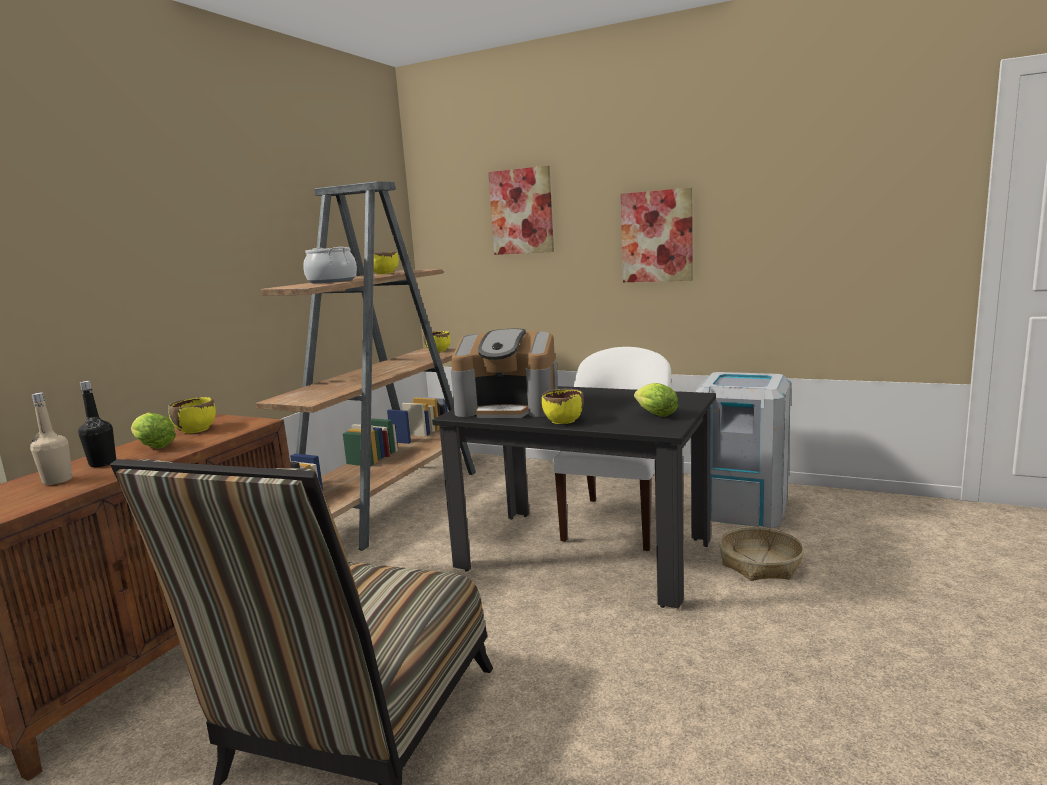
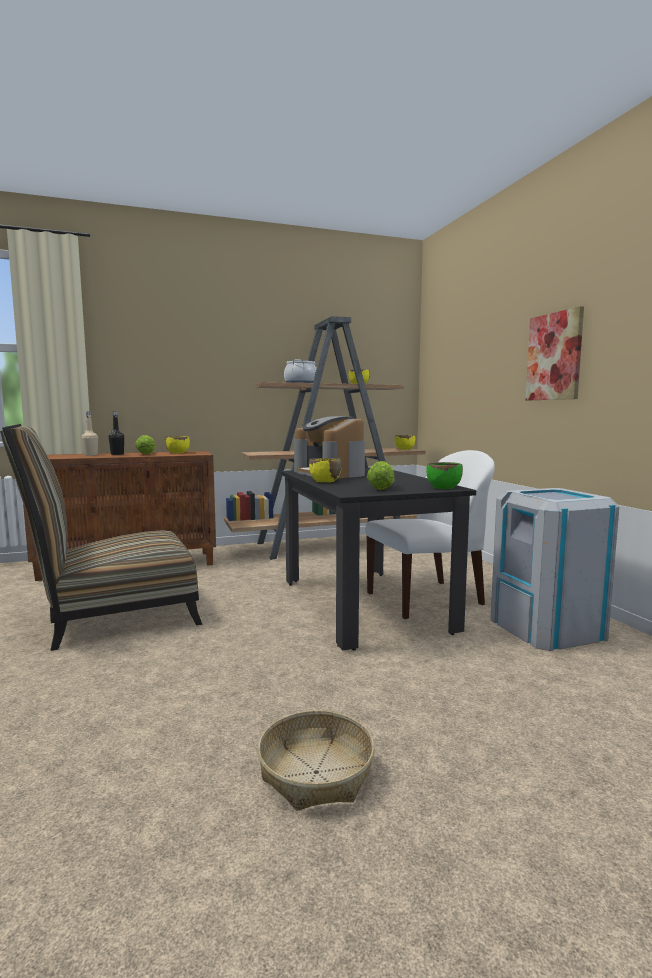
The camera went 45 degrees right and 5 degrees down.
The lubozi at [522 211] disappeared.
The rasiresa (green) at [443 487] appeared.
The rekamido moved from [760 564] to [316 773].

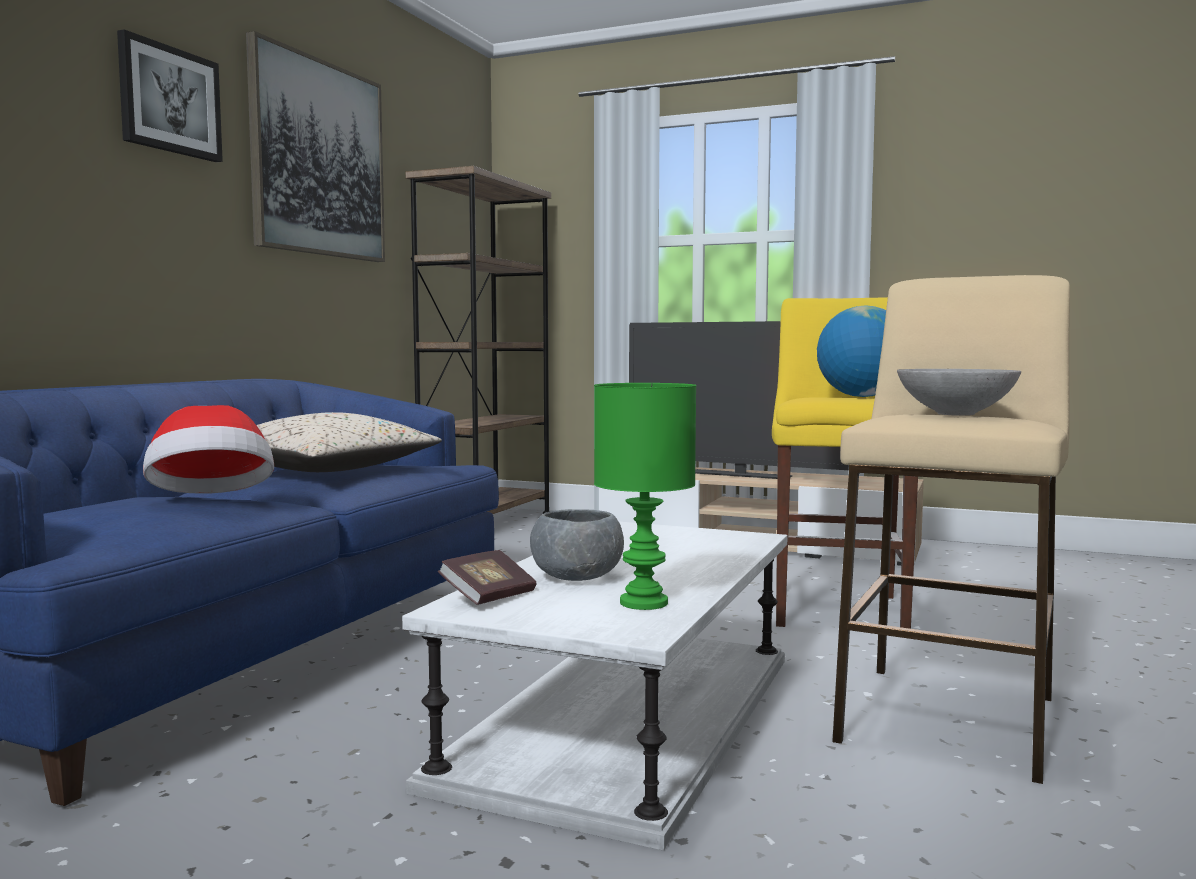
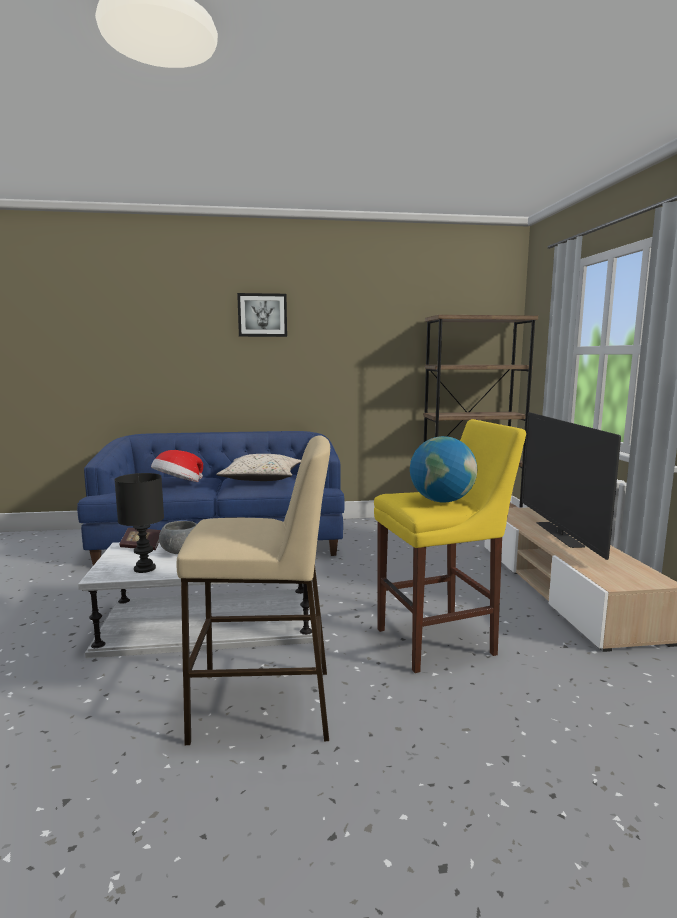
The camera went 60 degrees right and 5 degrees up.
The lubozi at [318 159] disappeared.
The rasiresa (grey) at [955 414] disappeared.
The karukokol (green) at [642 602] became the karukokol (black) at [145 568].

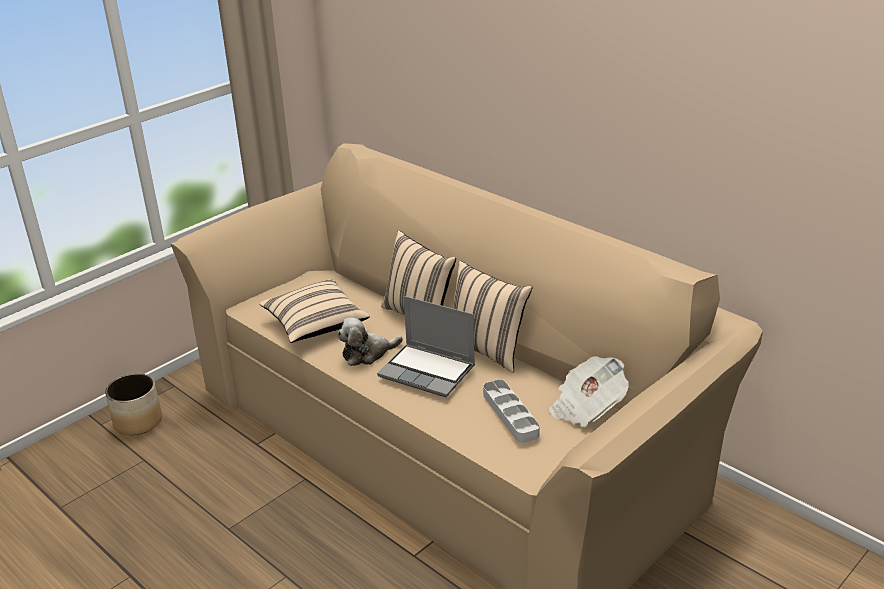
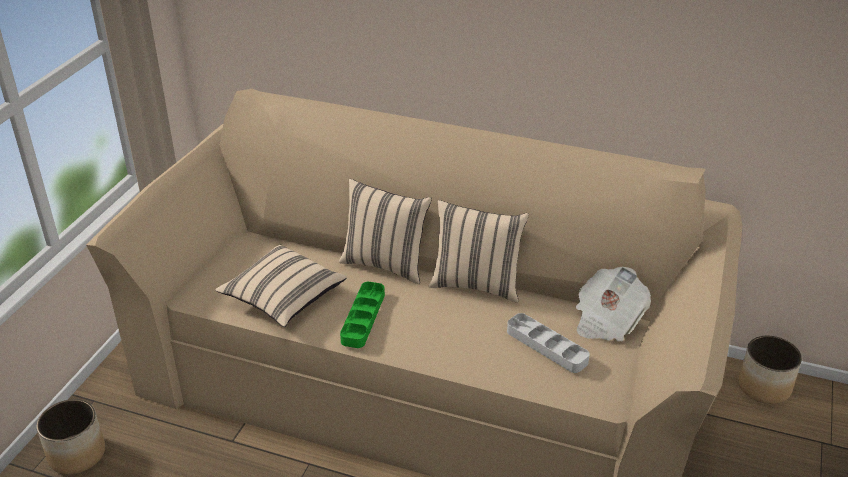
The camera went 25 degrees left and 5 degrees up.
The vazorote at [428 371] disappeared.
The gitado at [764 387] appeared.
The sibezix at [367 353] was replaced by the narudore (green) at [363 318].

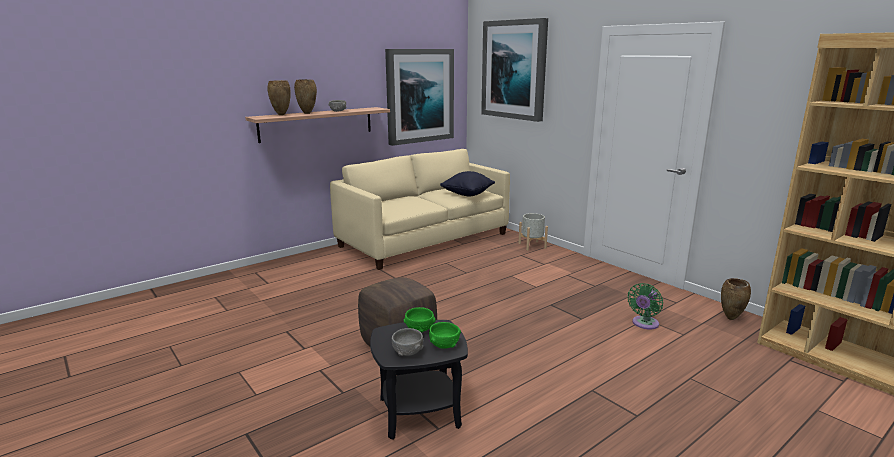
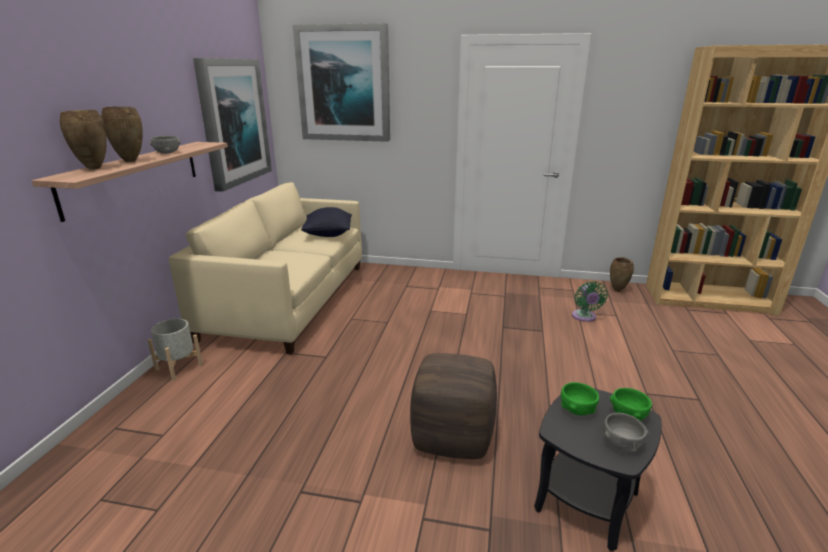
The camera went 40 degrees left and 5 degrees up.
The gitado (grey) moved from [532 245] to [178 367].

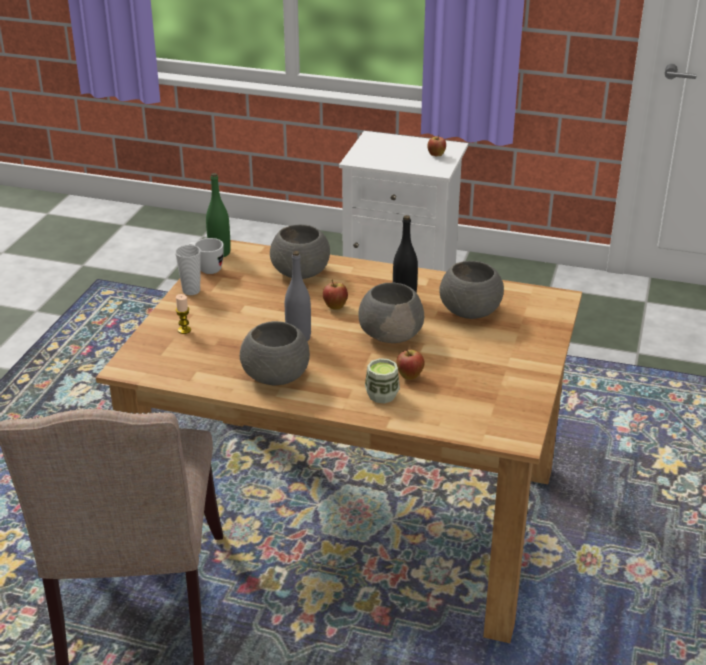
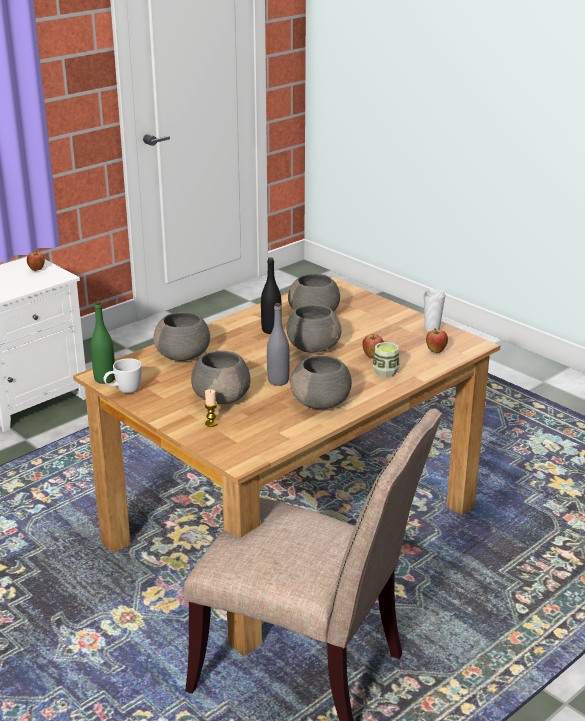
The camera went 60 degrees left and 5 degrees down.
The rasiresa (grey) at [222 397] appeared.
The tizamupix moved from [191 291] to [432 329].
The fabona moved from [335 307] to [436 351].

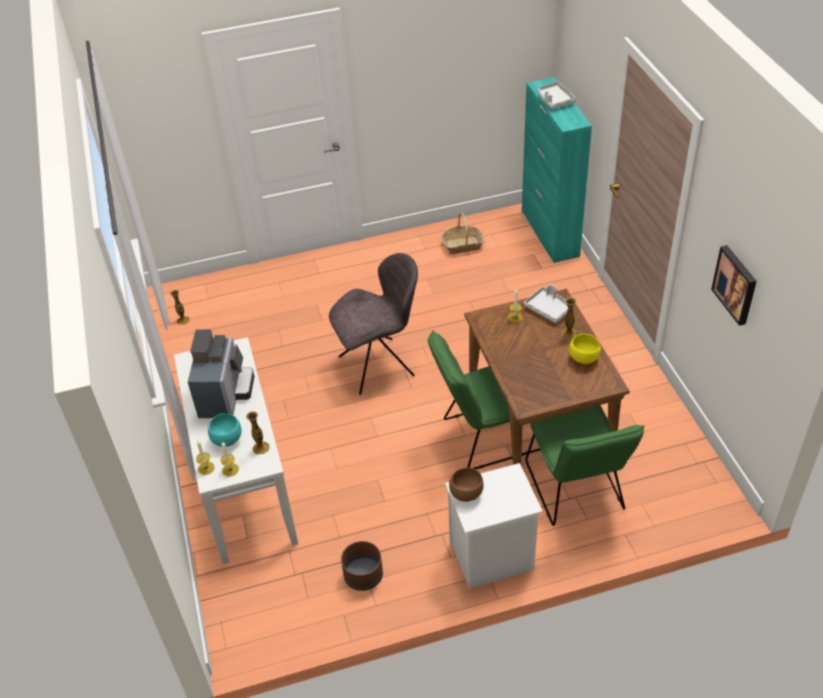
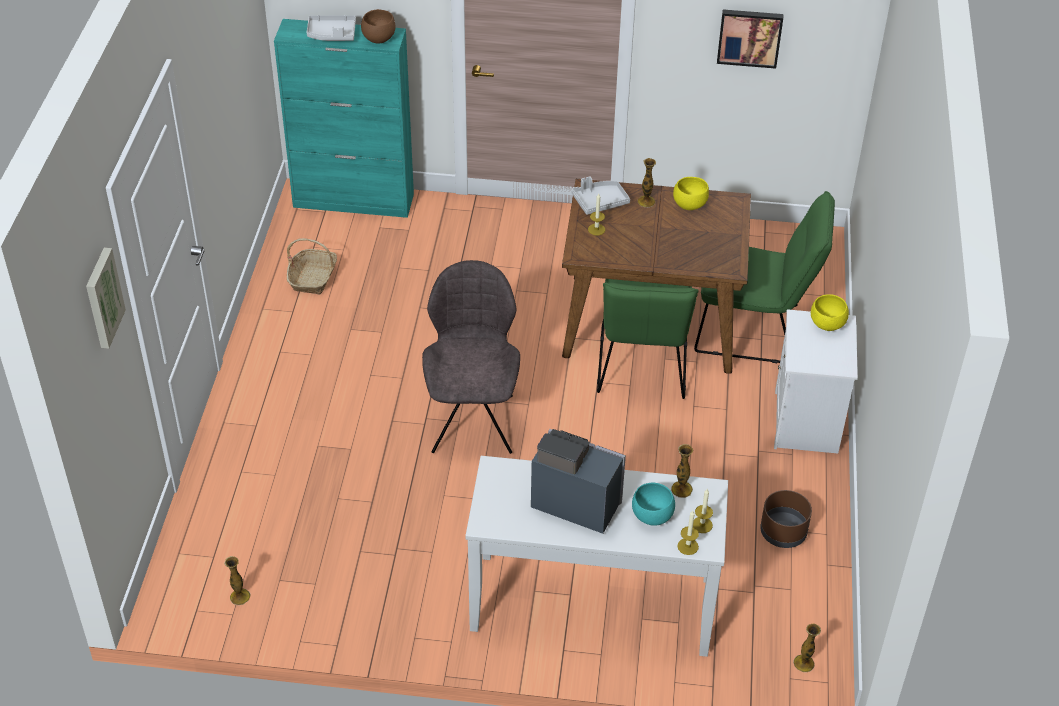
The camera went 70 degrees left and 0 degrees up.
The lubozi at [102 297] appeared.
The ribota at [803 663] appeared.
The rasiresa (yellow) at [828 325] appeared.
The rasiresa (brown) moved from [465 493] to [378 39].

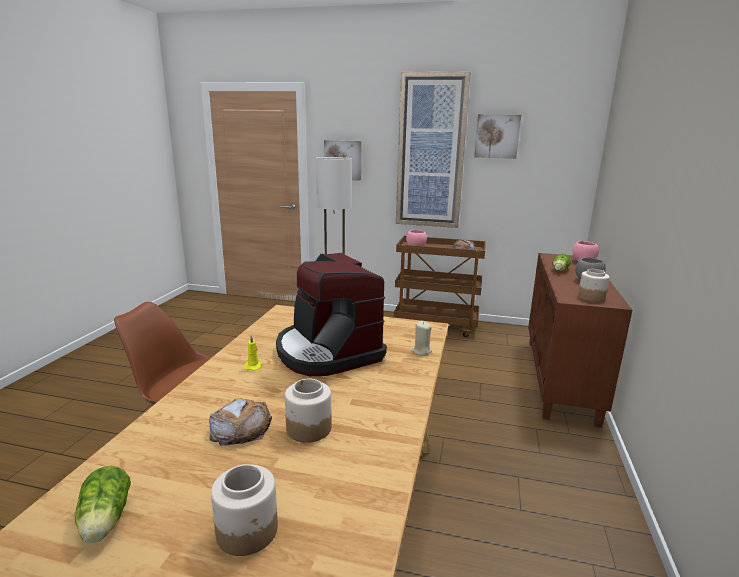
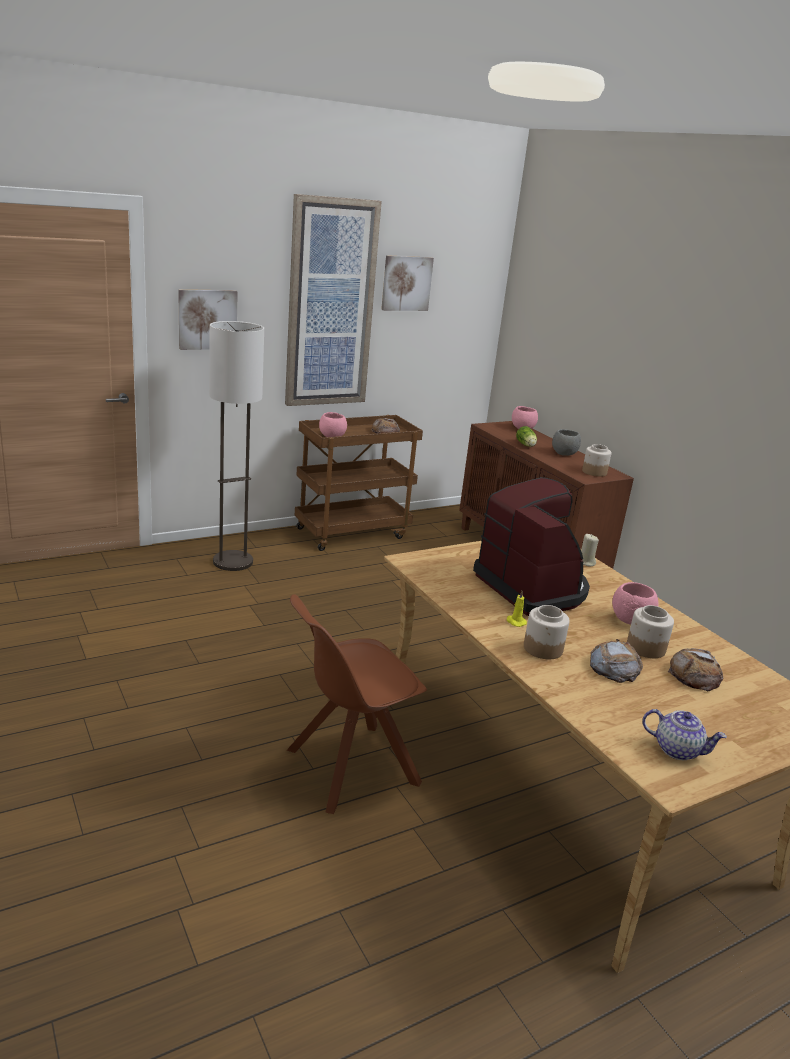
The camera went 45 degrees left and 5 degrees up.
The rasiresa (pink) at [631 620] appeared.
The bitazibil at [695 675] appeared.
The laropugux moved from [248 531] to [543 648].
The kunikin at [104 522] was replaced by the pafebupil at [677 750].
The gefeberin at [327 351] turned 135 degrees counterclockwise.

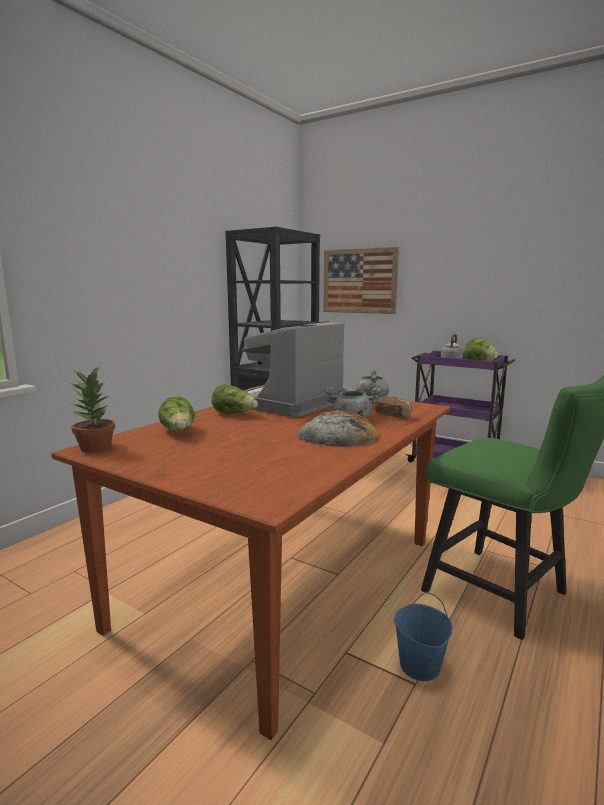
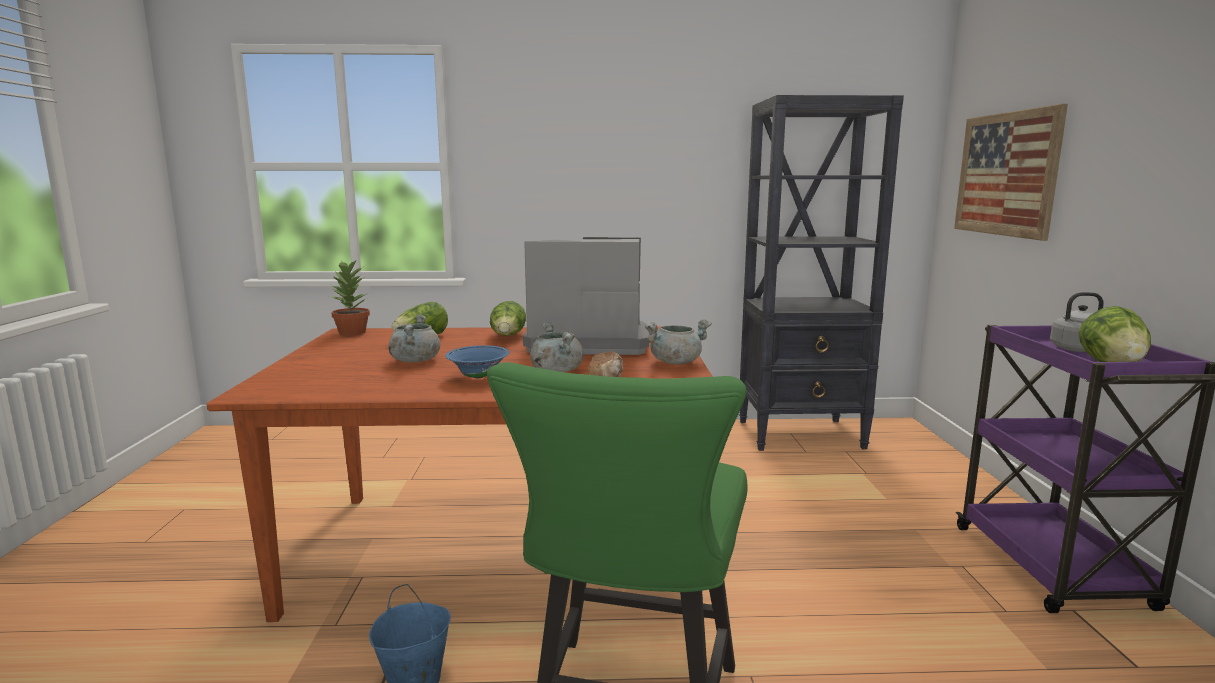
The camera went 55 degrees right and 0 degrees up.
The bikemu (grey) at [415 360] appeared.
The bitazibil at [337 435] was replaced by the rasiresa (blue) at [478 377].

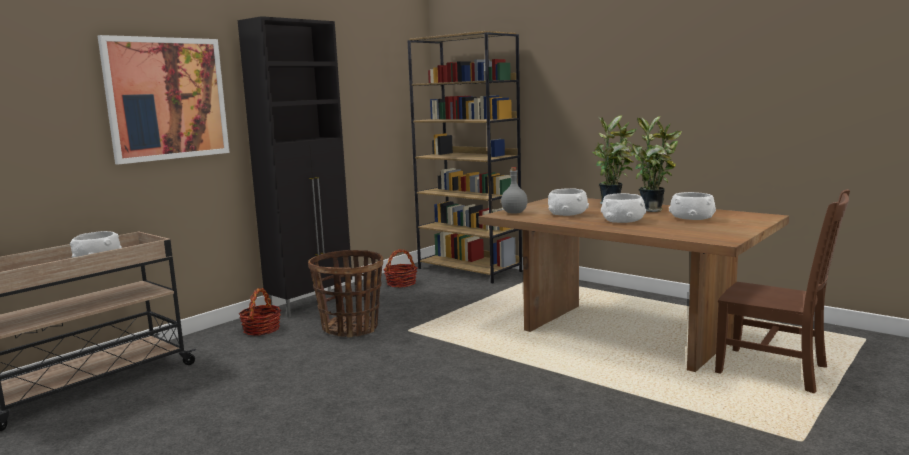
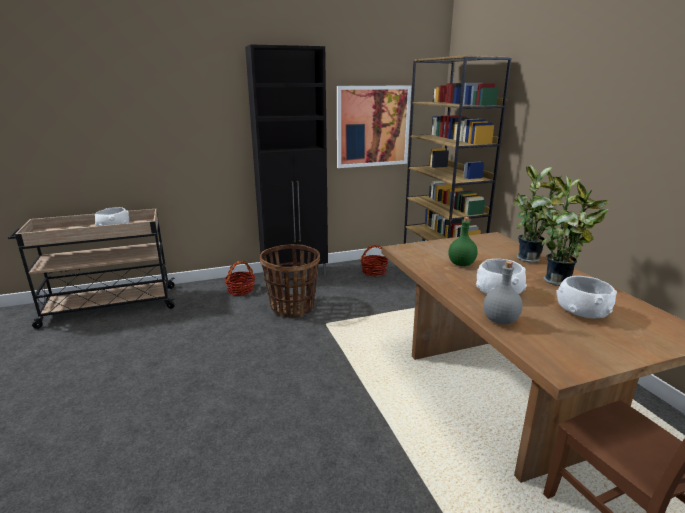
The camera went 30 degrees right and 10 degrees up.
The lubozi moved from [167 98] to [373 126].
The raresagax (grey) moved from [514 213] to [499 320].
The rasiresa (white) at [568 214] was replaced by the raresagax (green) at [462 264].

